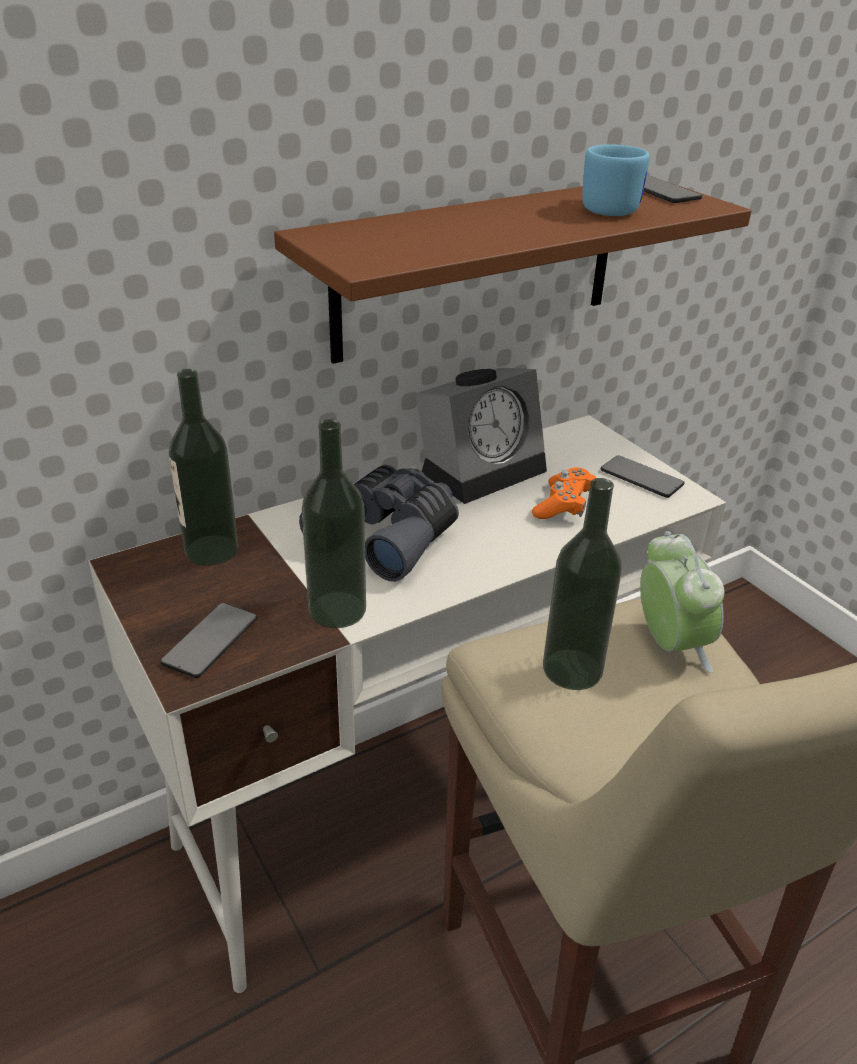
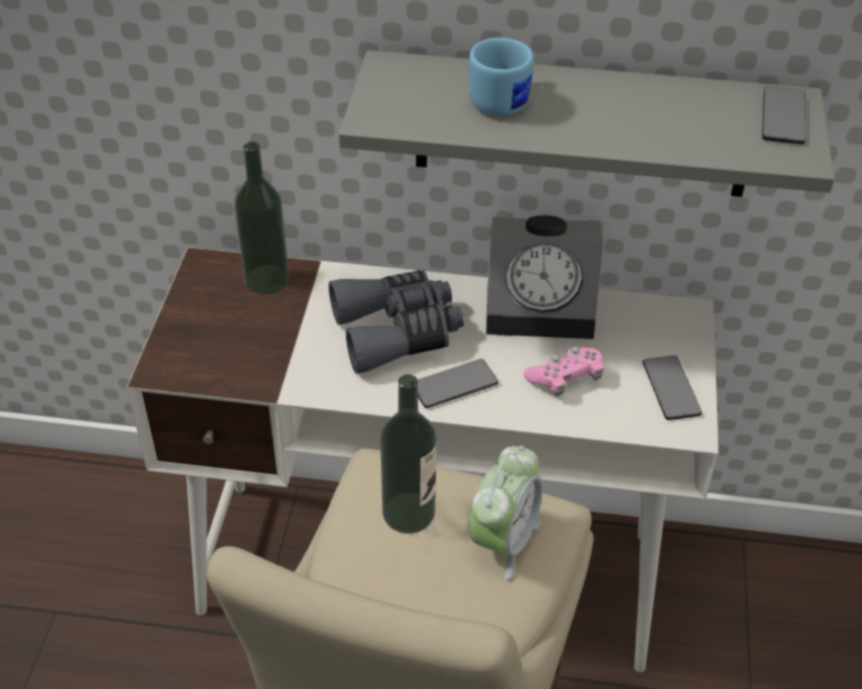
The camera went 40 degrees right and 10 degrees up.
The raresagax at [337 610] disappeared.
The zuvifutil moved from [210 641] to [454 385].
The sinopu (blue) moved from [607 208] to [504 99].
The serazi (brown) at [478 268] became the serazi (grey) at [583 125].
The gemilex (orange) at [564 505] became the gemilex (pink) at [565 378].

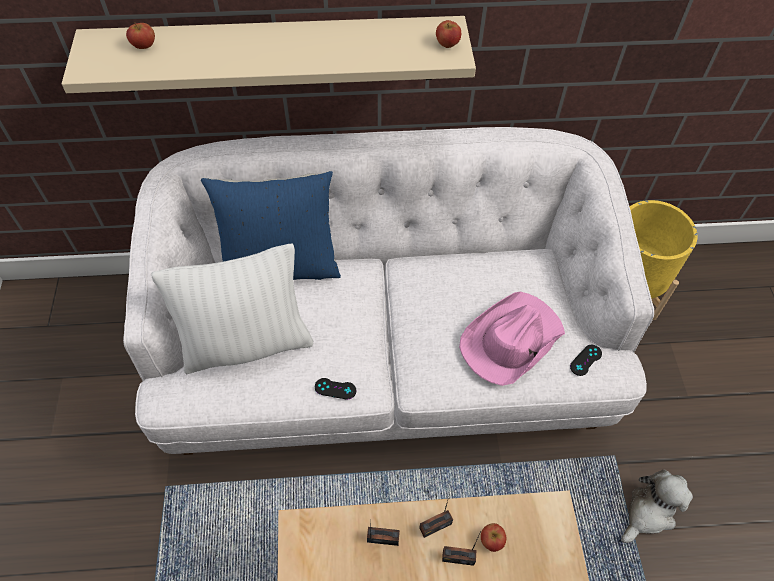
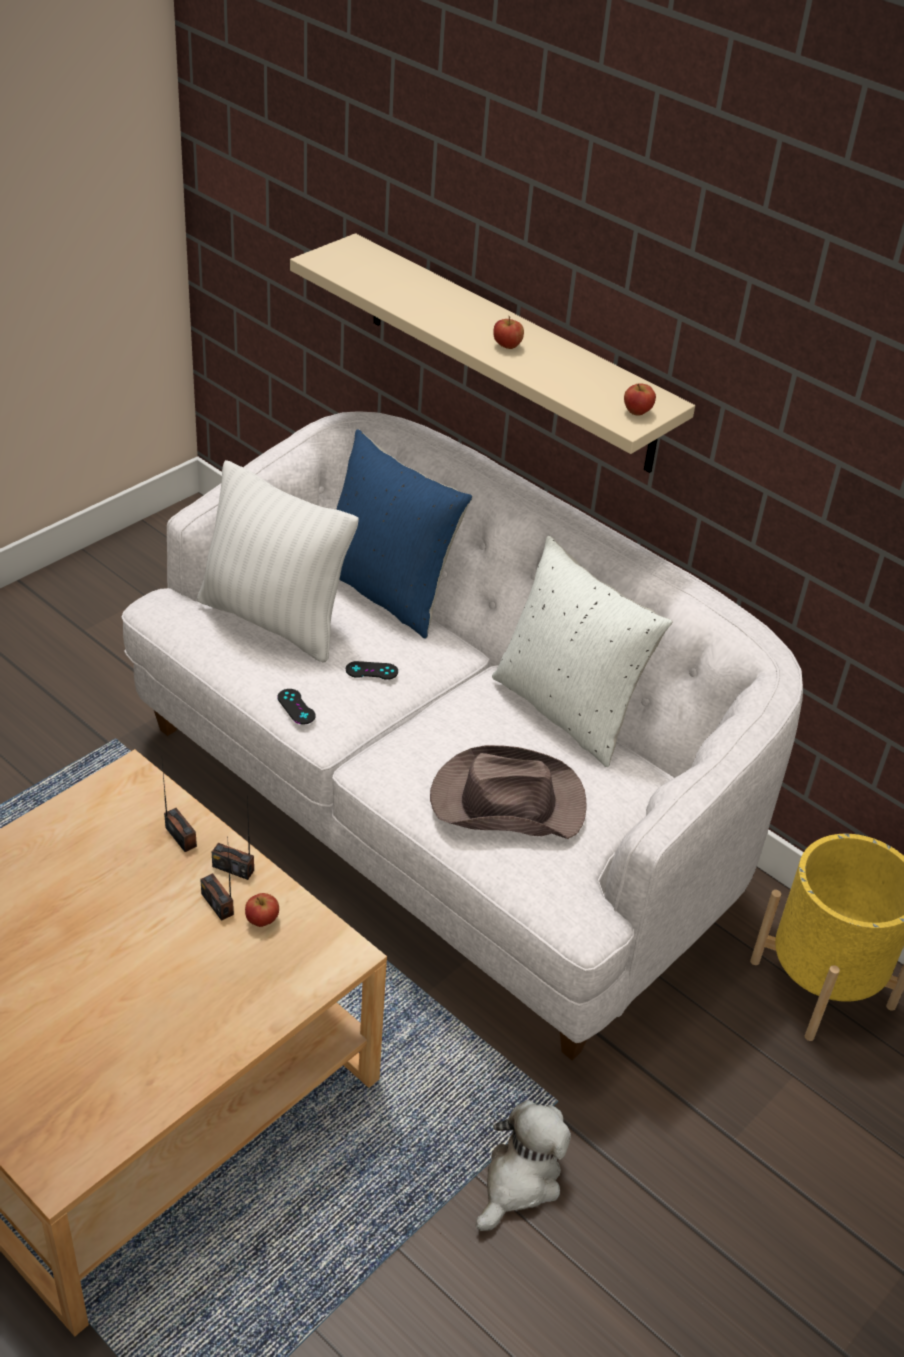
The camera went 45 degrees right and 15 degrees down.
The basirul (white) at [567 710] appeared.
The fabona moved from [144 46] to [507 346].
The gemilex (black) moved from [585 360] to [371 671].
The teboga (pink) at [510 340] became the teboga (brown) at [506 801].
The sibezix at [649 512] turned 60 degrees counterclockwise.

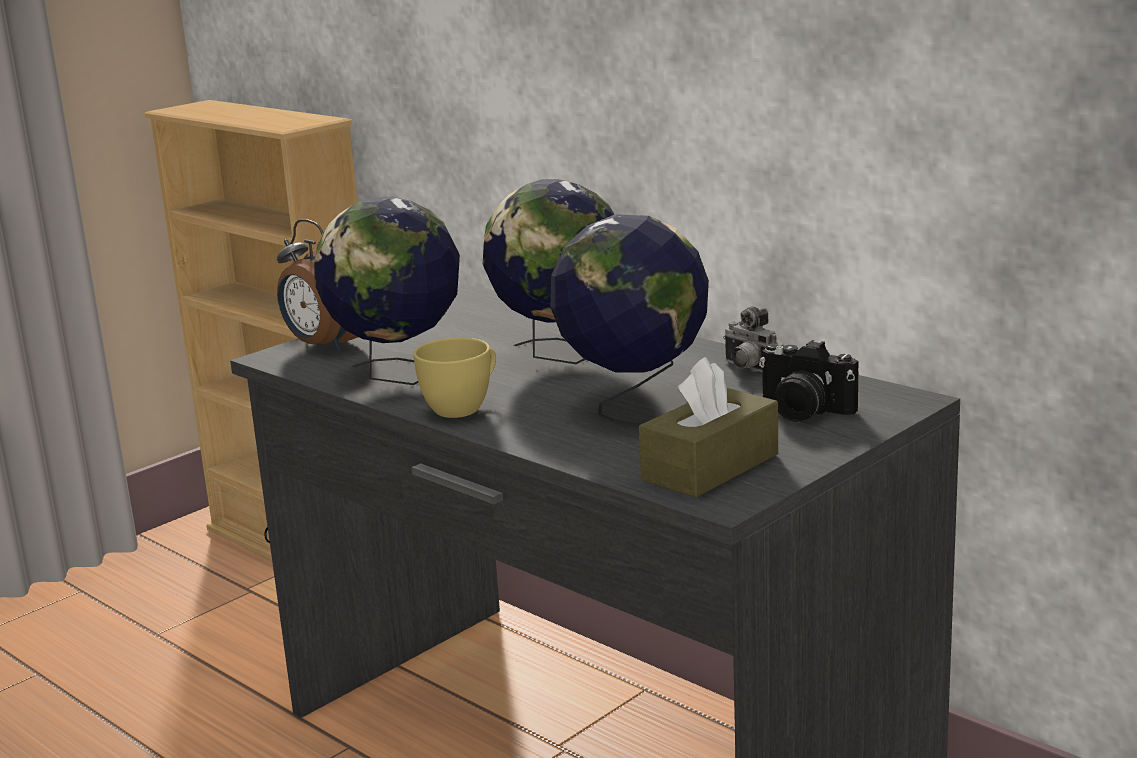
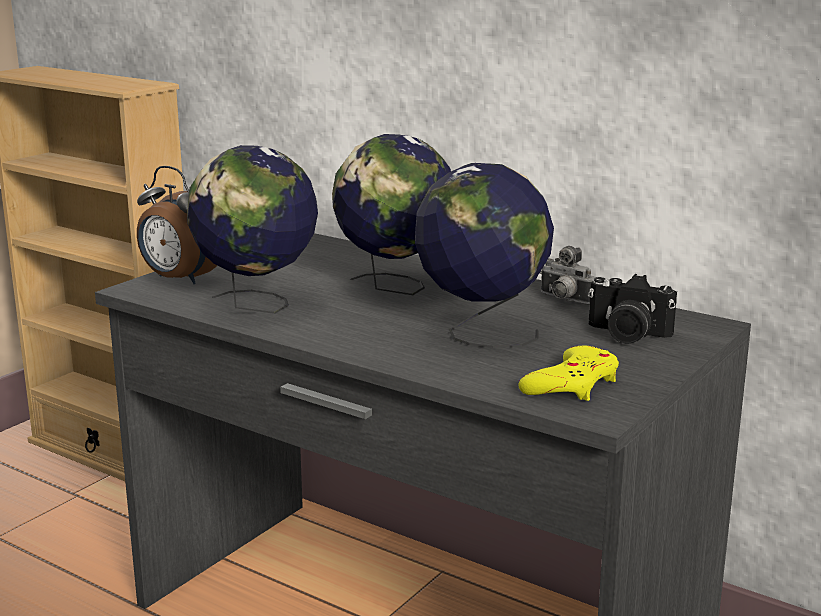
The camera went 10 degrees left and 0 degrees up.
The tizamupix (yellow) at [464 407] disappeared.
The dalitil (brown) at [710 467] was replaced by the gemilex (yellow) at [572 384].

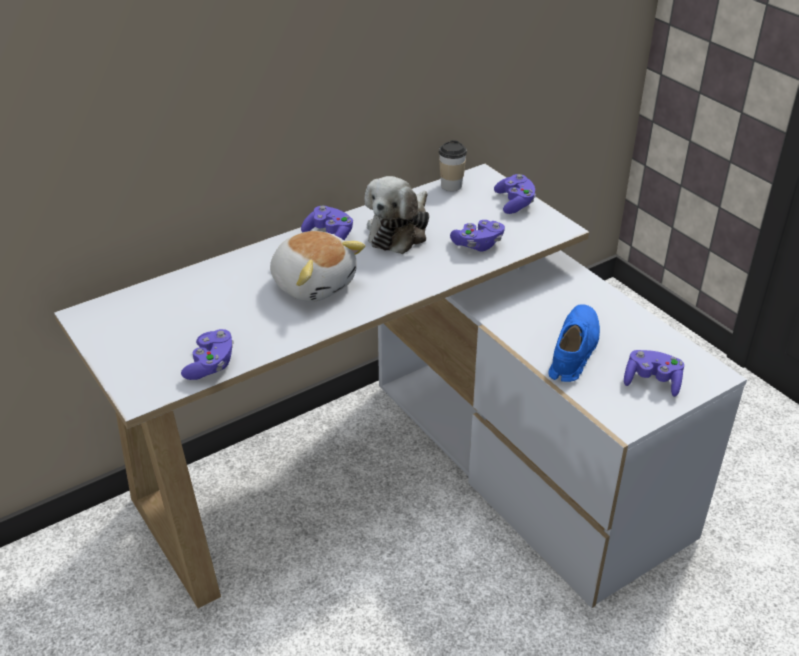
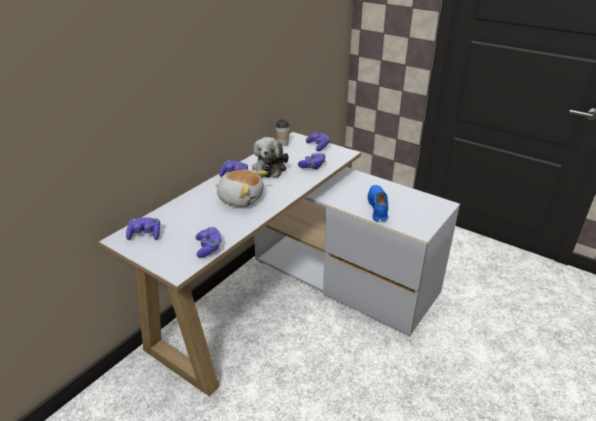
The camera went 20 degrees left and 5 degrees down.
The gemilex (purple) moved from [652 382] to [145 235].

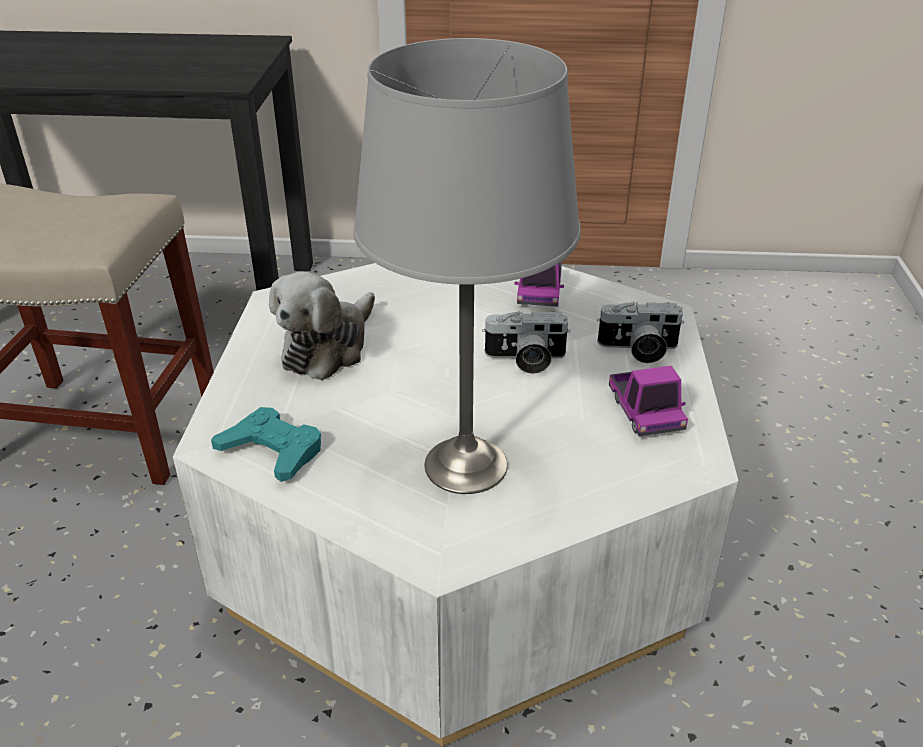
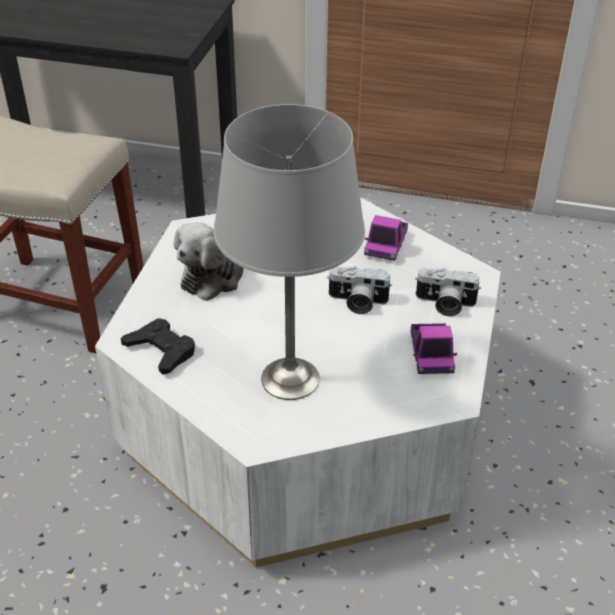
The camera went 10 degrees right and 5 degrees up.
The gemilex (turquoise) at [272 451] became the gemilex (black) at [161 350].

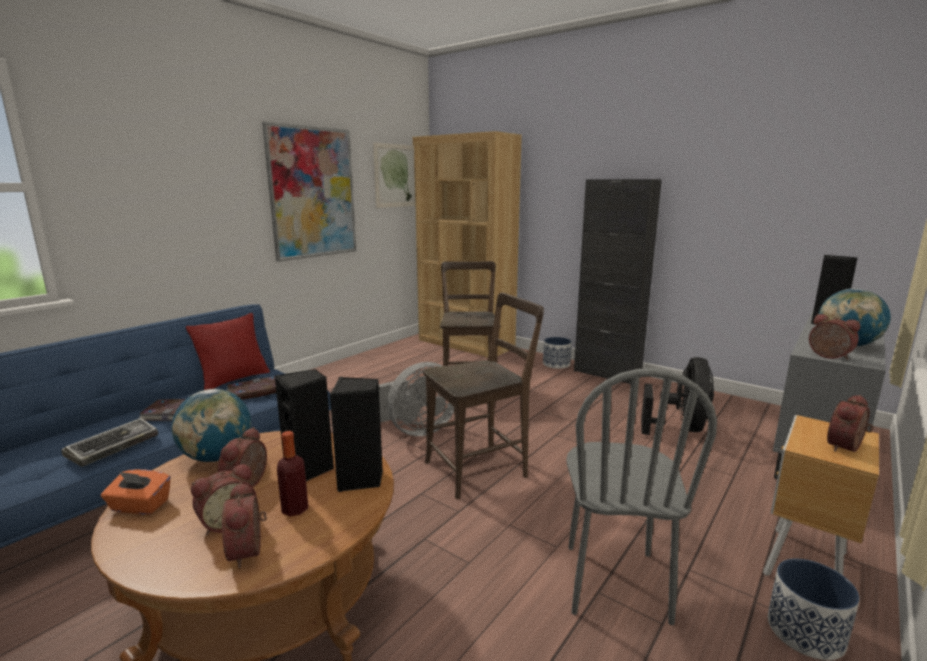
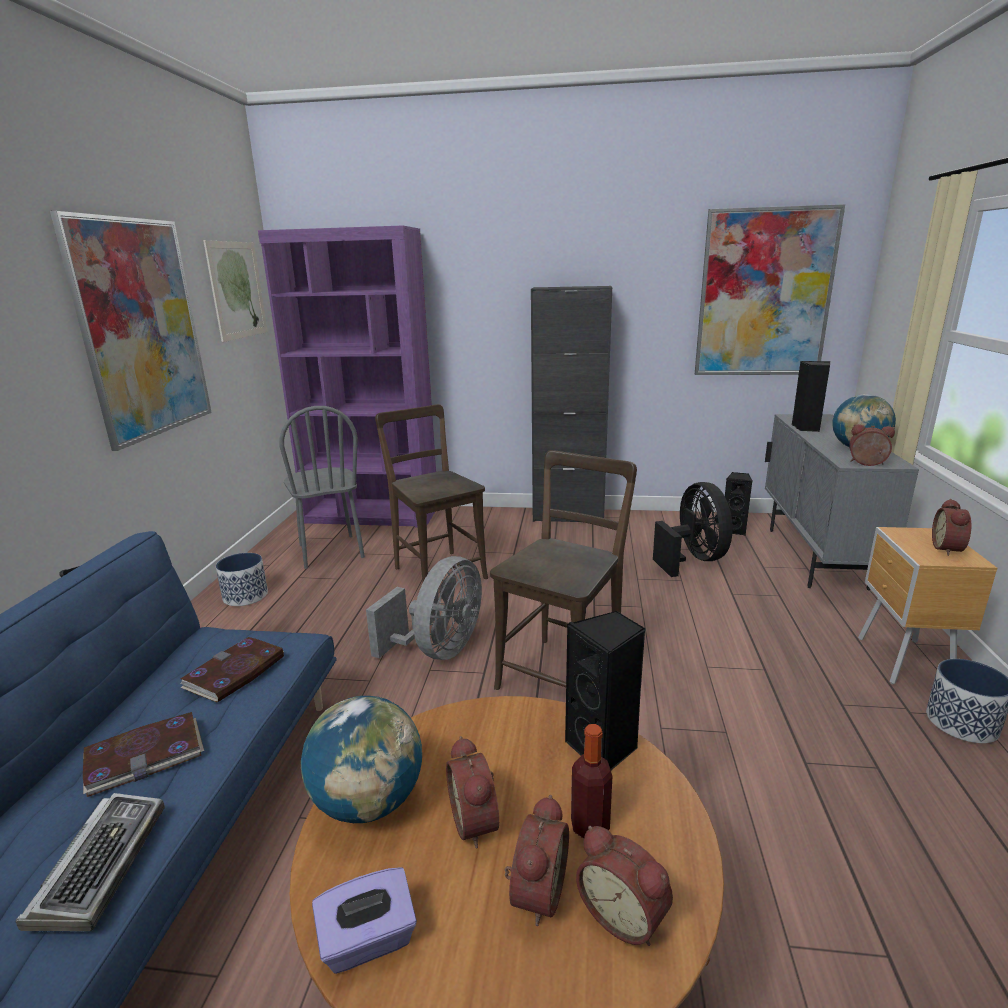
The camera went 30 degrees left and 5 degrees up.
The basirul (red) at [234 379] disappeared.
The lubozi at [764 294] appeared.
The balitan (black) moved from [310 469] to [733 530].
The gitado moved from [556 364] to [245 596].
The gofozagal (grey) moved from [614 582] to [330 551].
The dalitil (orange) at [140 506] became the dalitil (purple) at [368 940].
The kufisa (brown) at [465 344] became the kufisa (purple) at [372 515].

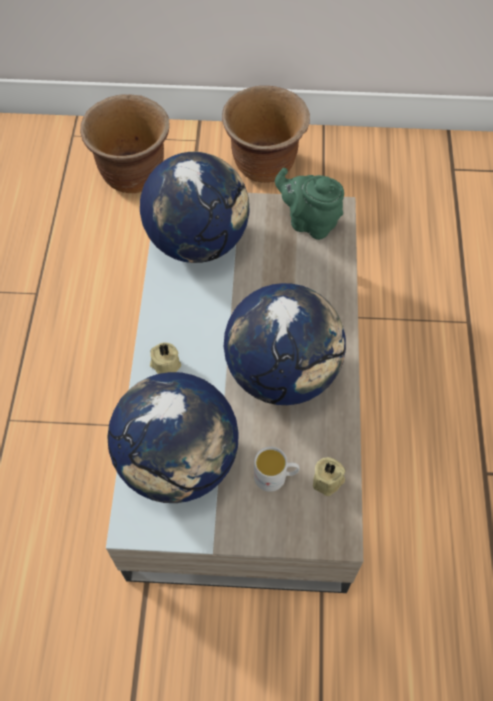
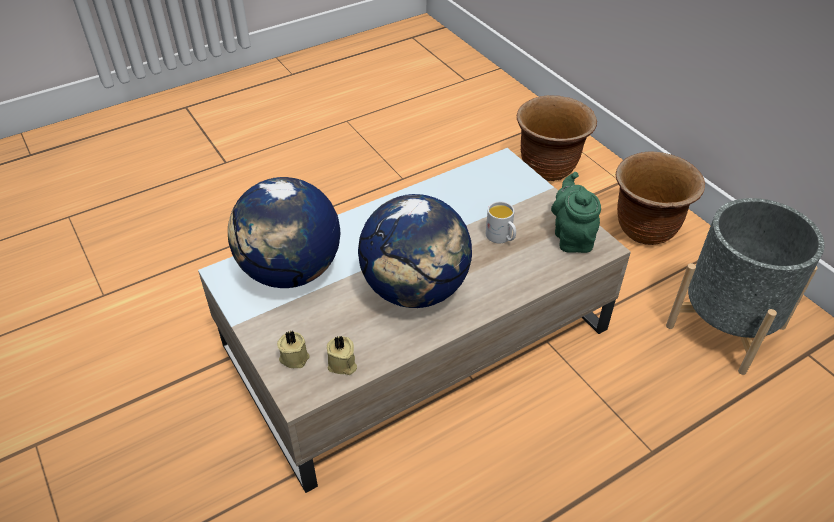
The camera went 55 degrees right and 15 degrees down.
The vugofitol at [198 241] disappeared.
The gitado (grey) at [725 326] appeared.
The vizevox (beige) moved from [165 365] to [294 356].
The sinopu (white) moved from [275 477] to [501 238].

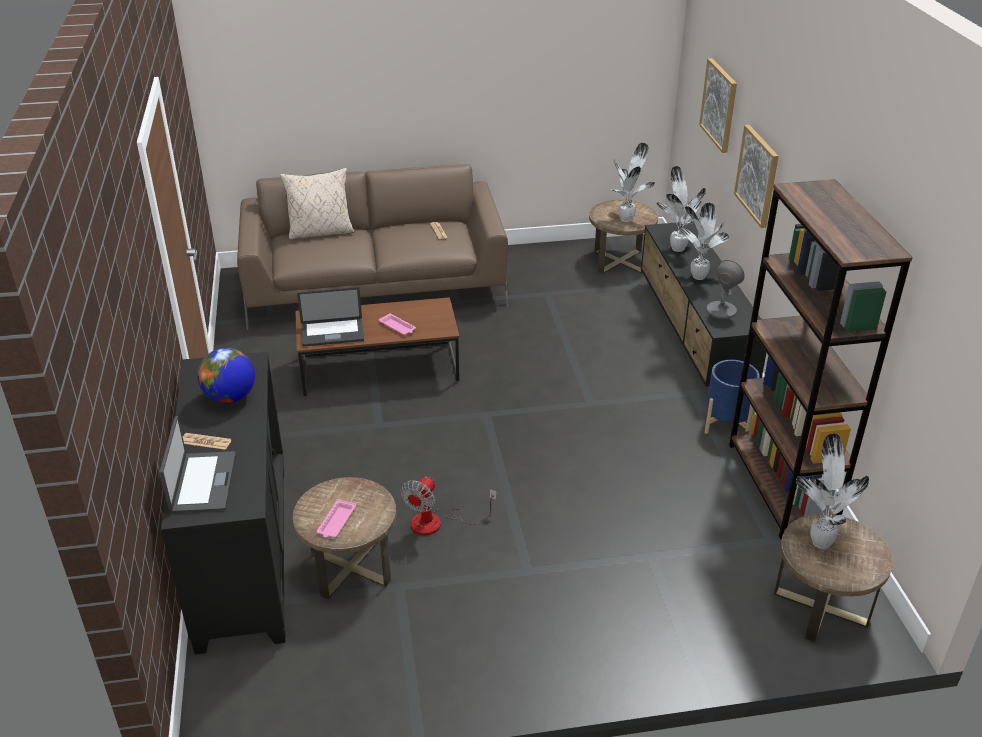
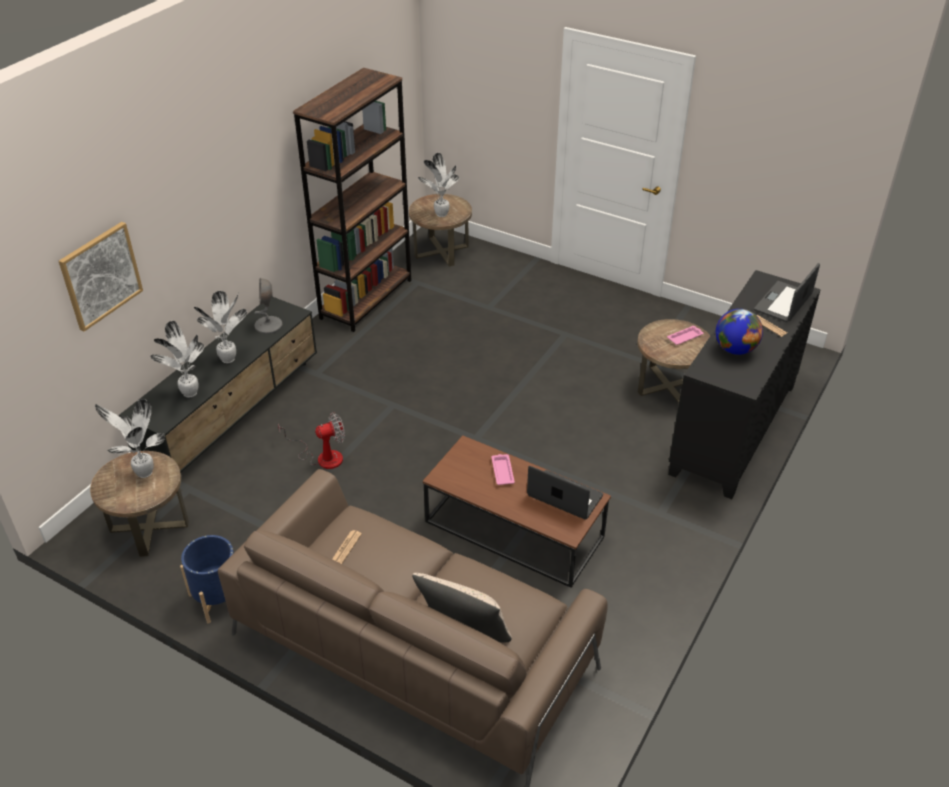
The camera went 140 degrees left and 5 degrees up.
The lubozi at [757 175] disappeared.
The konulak moved from [437 523] to [322 456].
The gitado (blue) moved from [727 423] to [218 598].

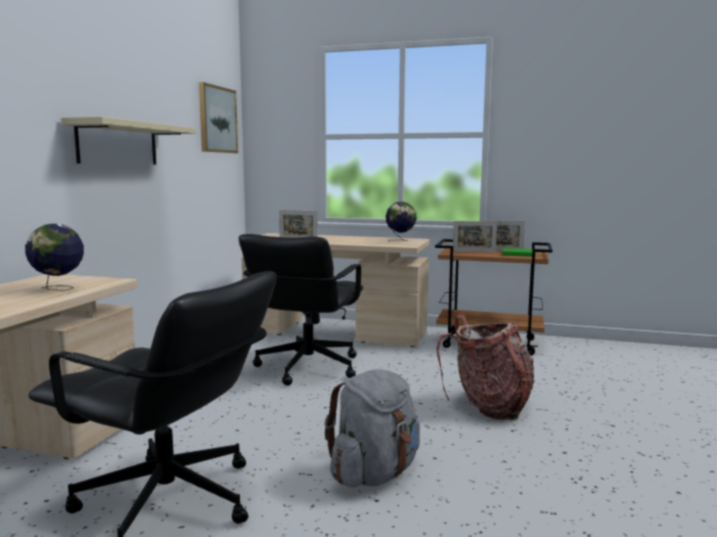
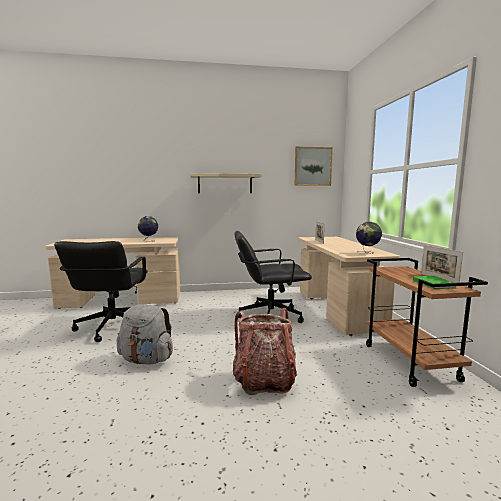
The camera went 65 degrees right and 0 degrees up.
The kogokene at [474 251] disappeared.

